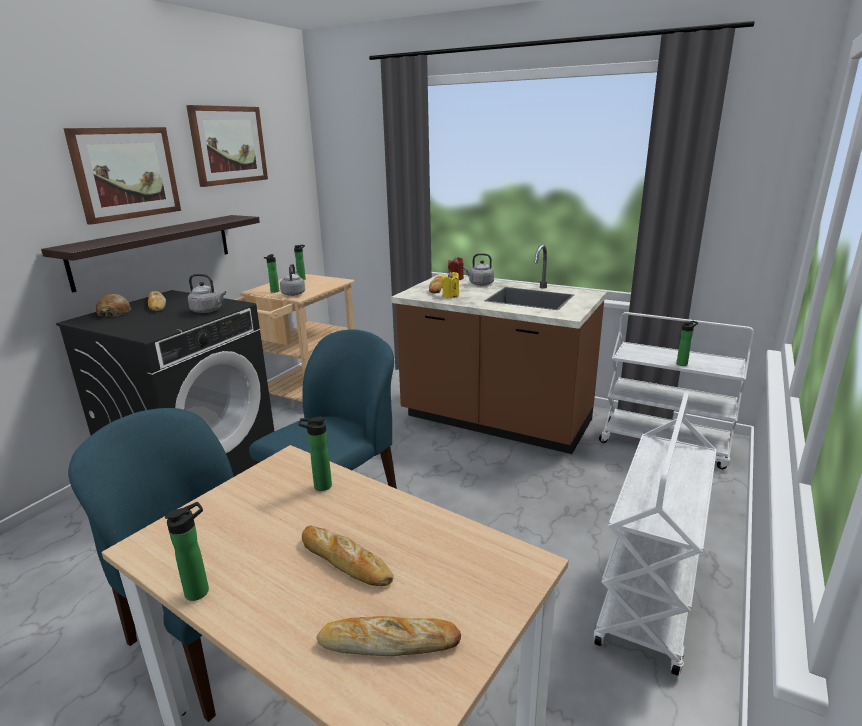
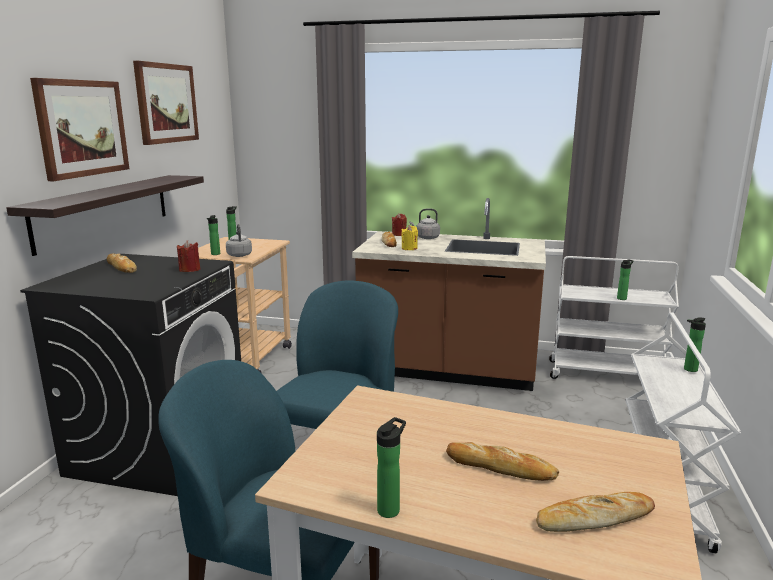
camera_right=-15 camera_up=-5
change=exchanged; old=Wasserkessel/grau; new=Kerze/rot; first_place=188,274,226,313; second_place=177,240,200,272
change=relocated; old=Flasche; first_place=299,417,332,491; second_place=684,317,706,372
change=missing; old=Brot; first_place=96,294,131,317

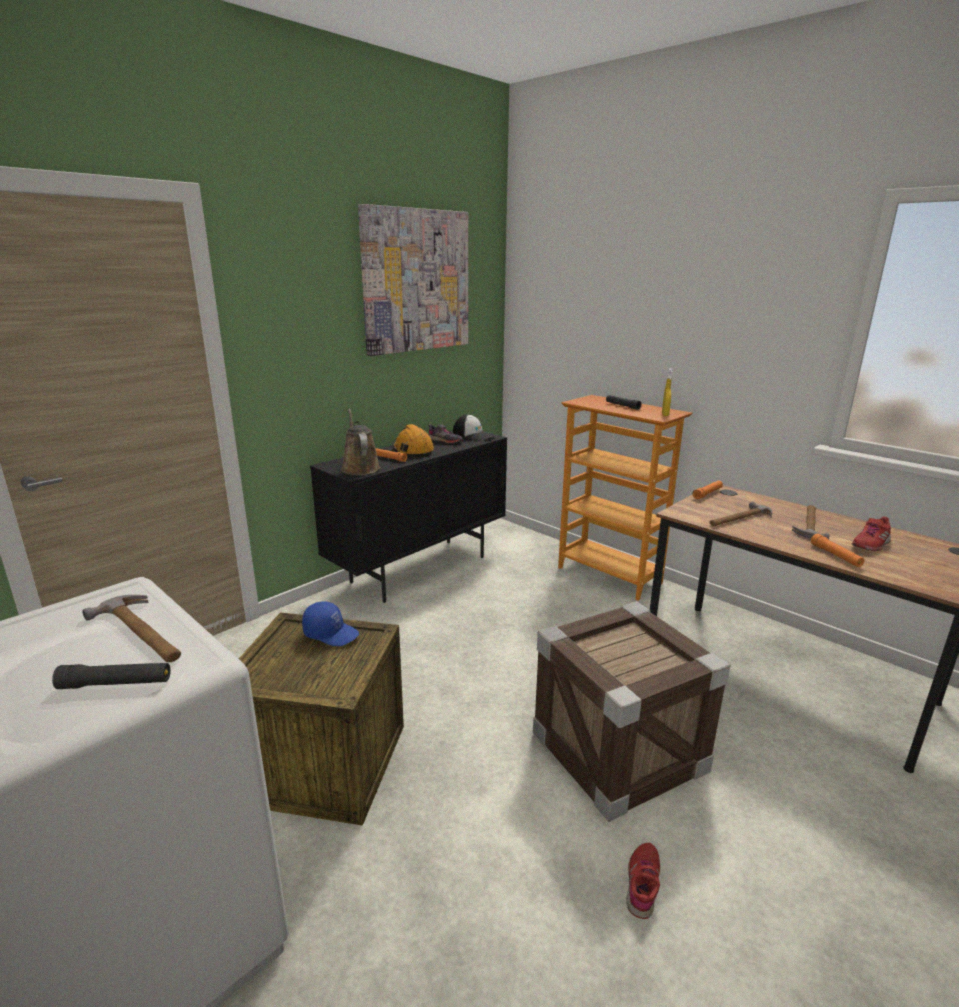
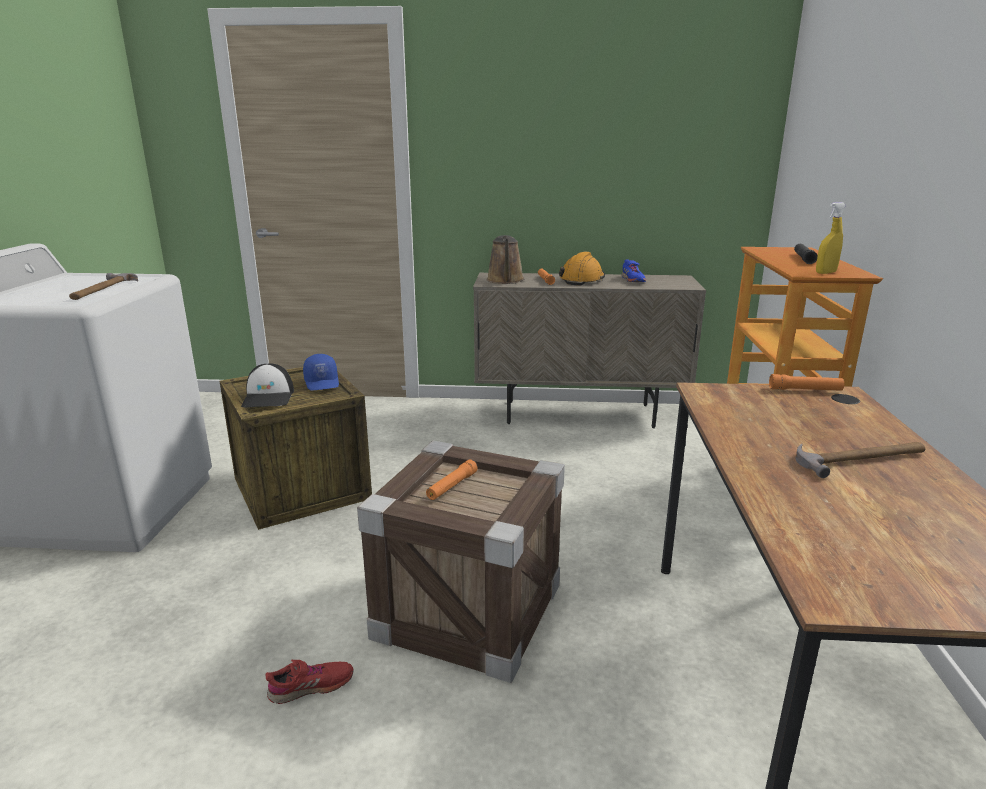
camera_right=50 camera_up=0
change=relocated; old=Kappe; first_place=453,414,496,442; second_place=241,363,294,407
change=relocated; old=Taschenlampe/orange; first_place=811,534,865,567; second_place=426,460,478,500
change=colour; old=Schrank/schwarz; new=Schrank/beige; first_place=310,430,507,603; second_place=473,273,706,428
change=spun; old=Gießkanne/braun; first_place=341,409,380,475; second_place=487,235,524,284; degrees=150
change=colour; old=Schuh/grau; new=Schuh/blau; first_place=428,424,463,443; second_place=621,259,646,282
change=missing; old=Taschenlampe/schwarz; first_place=52,663,171,689
change=missing; old=Bild; first_place=358,204,468,356
change=missing; old=Hammer; first_place=709,502,772,526
change=missing; old=Schuh/rot; first_place=852,517,891,551

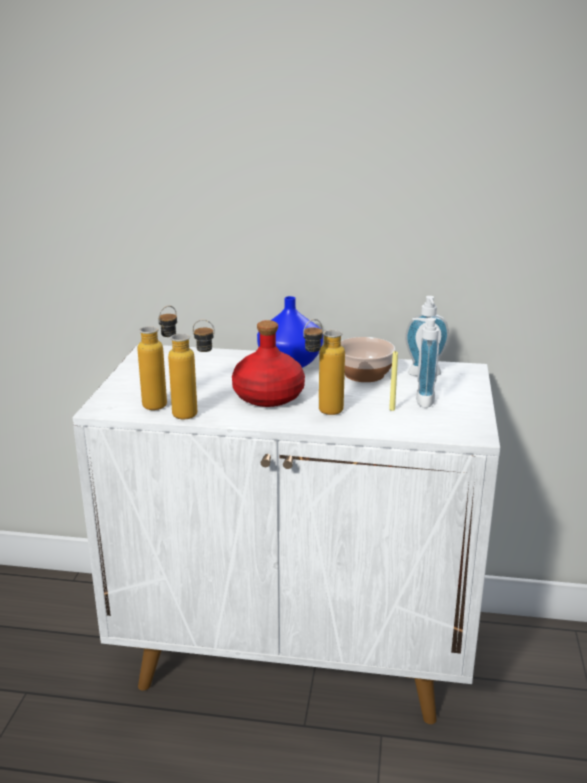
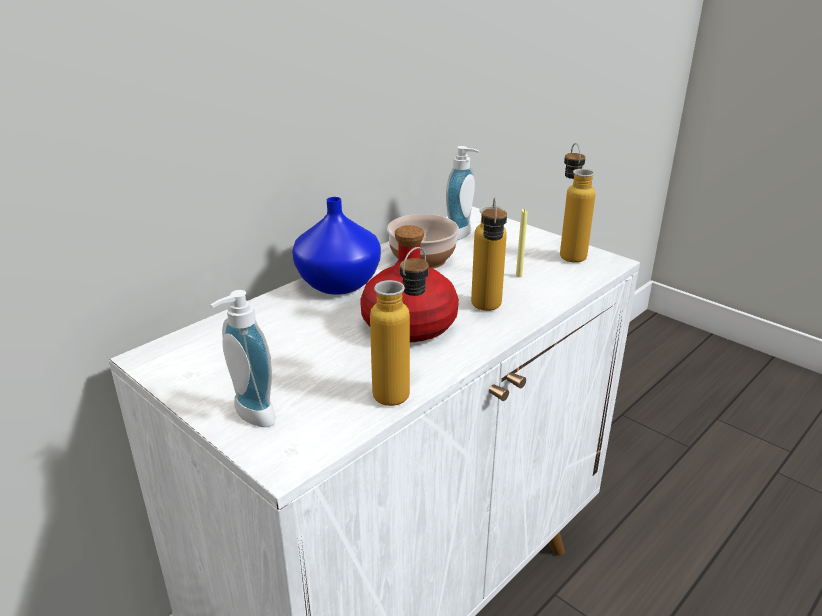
camera_right=-55 camera_up=5
change=relocated; old=Seifenspender; first_place=412,318,439,408; second_place=210,290,276,427
change=relocated; old=Flasche; first_place=137,306,177,410; second_place=560,143,596,263

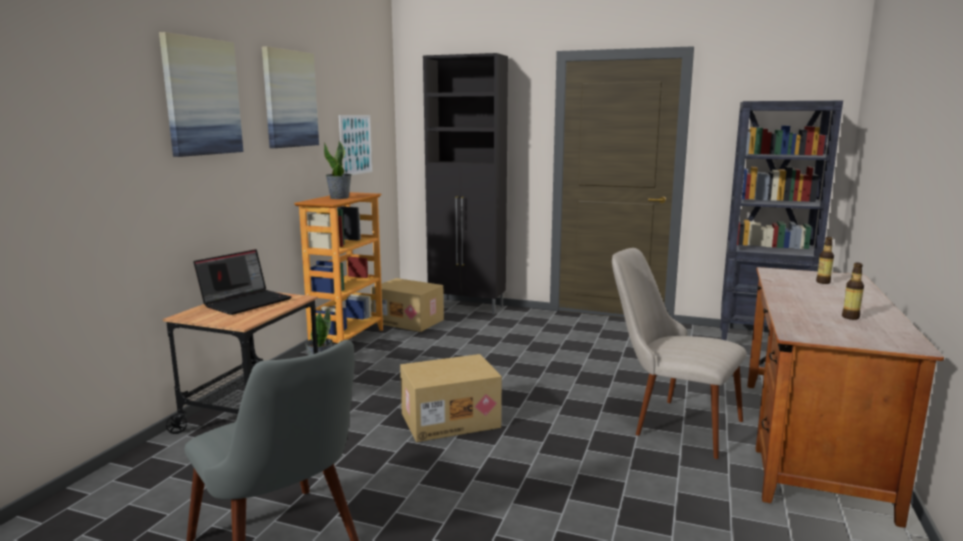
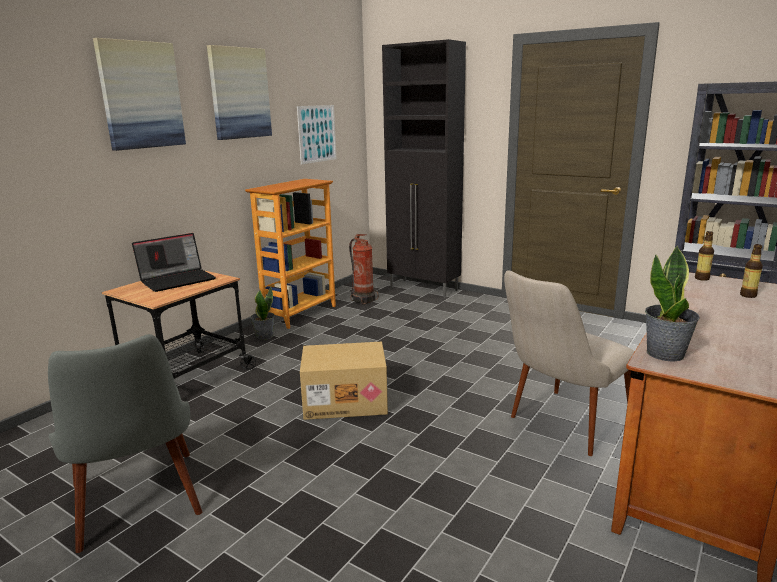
camera_right=15 camera_up=5
change=exchanged; old=Karton; new=Feuerlöscher; first_place=371,278,444,332; second_place=349,234,379,304
change=spun; old=Stuhl/beige; first_place=612,248,747,459; second_place=504,270,635,456; degrees=-90
change=relocated; old=Topfpflanze; first_place=324,140,352,199; second_place=645,245,700,362
change=relocated; old=Flasche; first_place=842,263,864,320; second_place=695,231,714,281

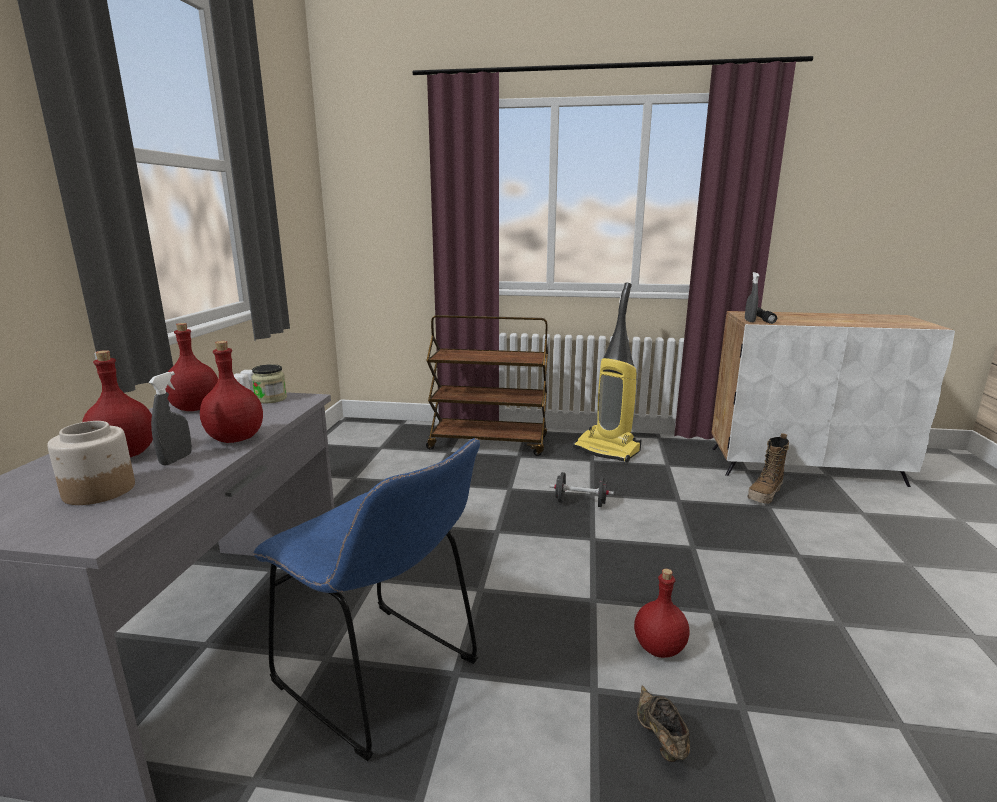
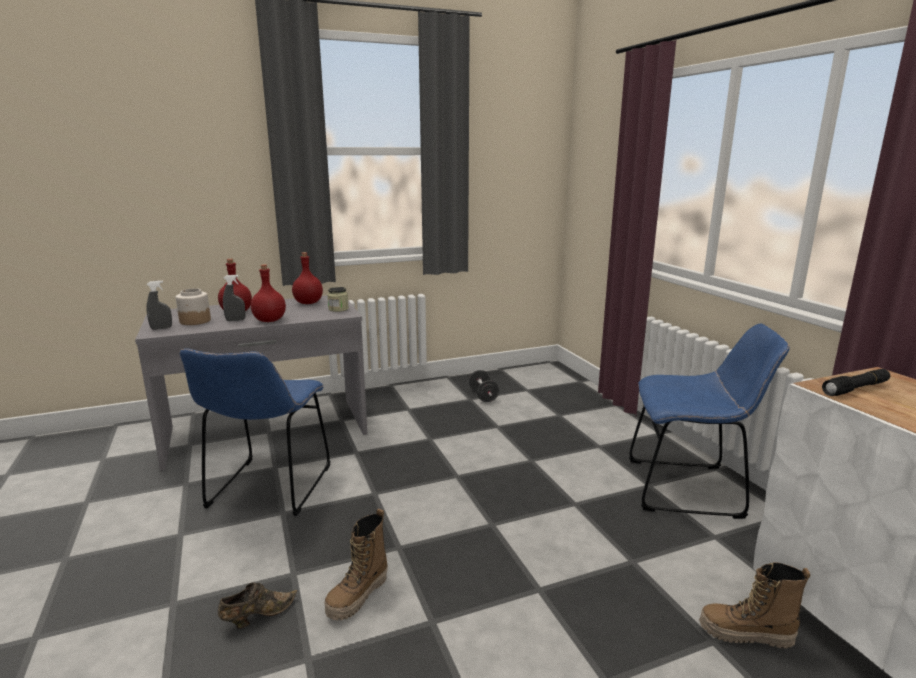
camera_right=60 camera_up=0
change=relocated; old=Sprühflasche/grau; first_place=745,272,759,322; second_place=146,280,172,330
change=exchanged; old=Flasche/rot; new=Stiefel; first_place=634,569,689,658; second_place=325,509,388,621
change=relocated; old=Hantel/schwarz; first_place=550,472,614,507; second_place=469,370,499,402
change=exchanged; old=Staubsauger; new=Stuhl/blau; first_place=573,283,642,463; second_place=629,323,790,519
change=missing; old=Rollwagen/braun; first_place=426,315,548,456

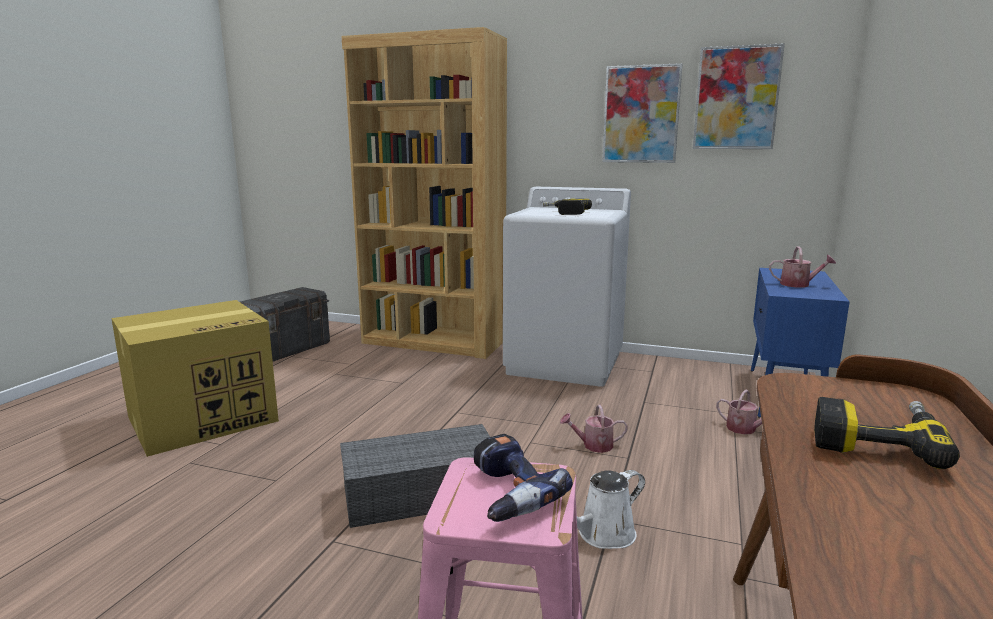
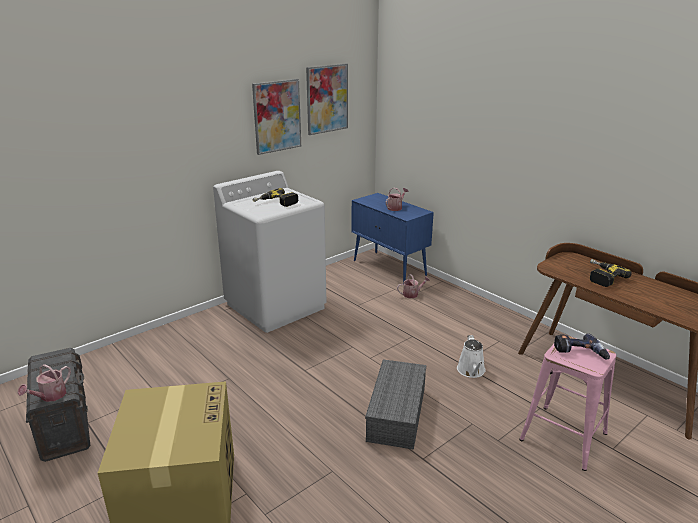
camera_right=-60 camera_up=10
change=relocated; old=Gießkanne; first_place=560,404,628,453; second_place=18,364,71,402
change=missing; old=Bücherregal/braun; first_place=342,27,507,359

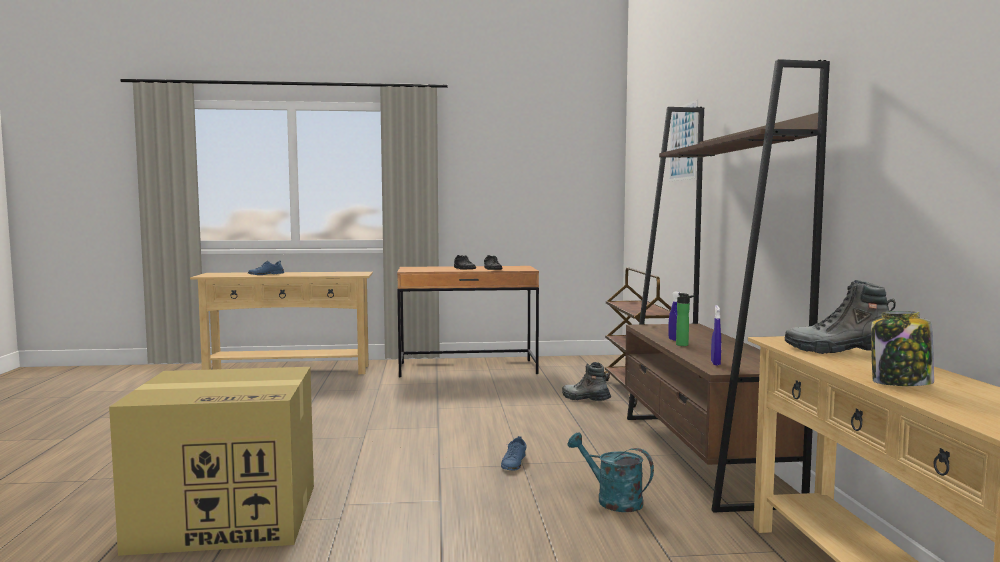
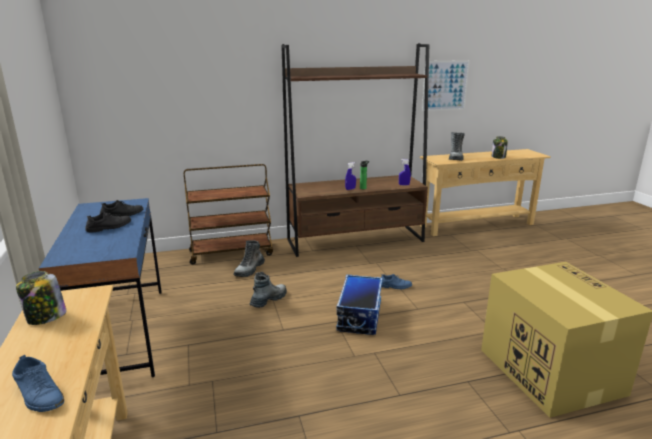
camera_right=-100 camera_up=15
change=appeared; new=Vorratsglas; second_place=16,271,67,325
change=colour; old=Schreibtisch/braun; new=Schreibtisch/blau; first_place=397,266,539,377; second_place=39,198,162,377
change=appeared; new=Stiefel; second_place=249,272,287,308
change=appeared; new=Aufbewahrungsbox; second_place=336,274,383,335
change=relocated; old=Bild; first_place=669,99,698,181; second_place=422,60,470,111
change=missing; old=Gießkanne/türkis; first_place=567,433,654,512

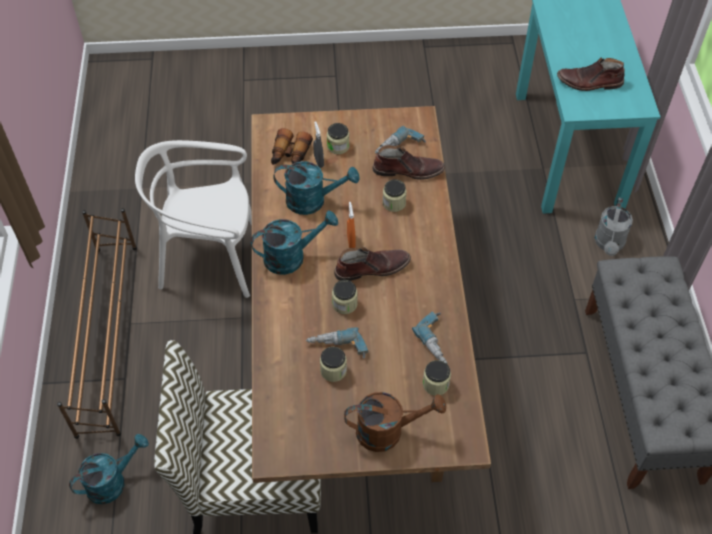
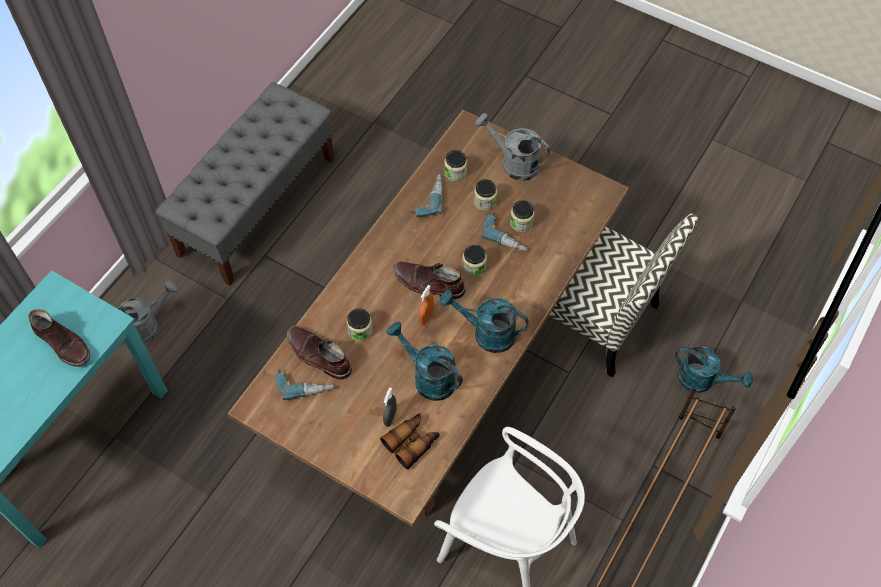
camera_right=-145 camera_up=5
change=relocated; old=Vorratsglas; first_place=327,123,349,154; second_place=474,179,497,211
change=colour; old=Gießkanne/braun; new=Gießkanne/grau; first_place=344,392,446,452; second_place=475,113,551,181
change=spun; old=Gießkanne/türkis; first_place=69,434,149,504; second_place=675,346,753,393; degrees=-150

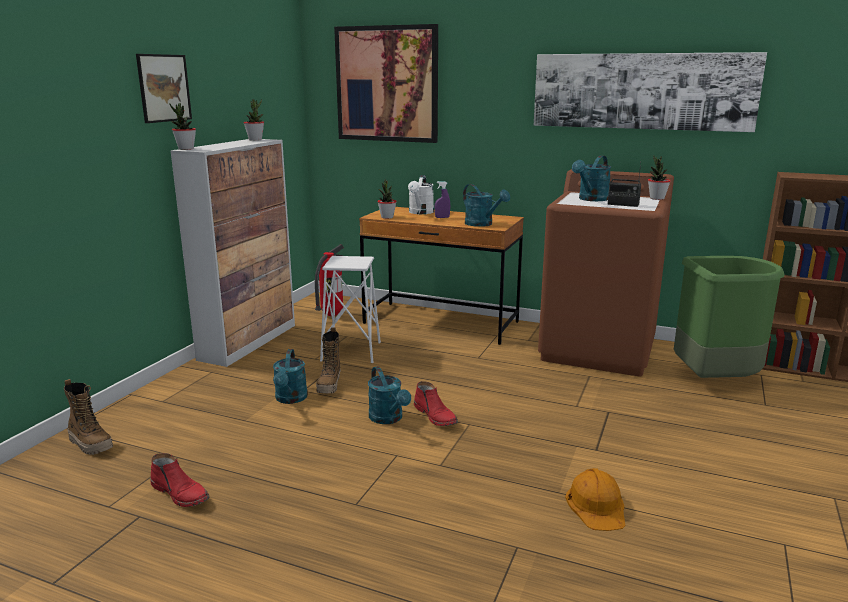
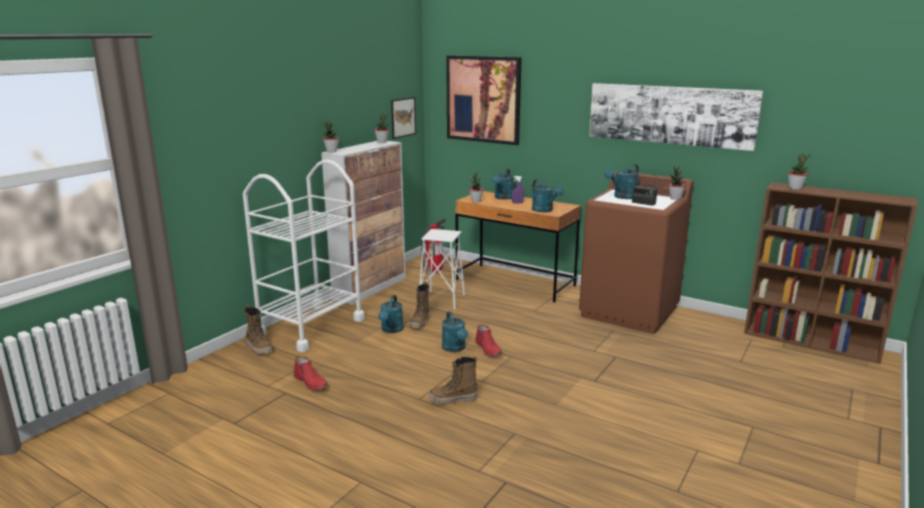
camera_right=10 camera_up=0
change=appeared; new=Rollwagen/weiß; second_place=243,160,365,352
change=relocated; old=Bild; first_place=136,54,192,123; second_place=391,97,416,139
change=appeared; new=Stiefel; second_place=429,356,478,405
change=colour; old=Gießkanne/weiß; new=Gießkanne/türkis; first_place=408,175,434,214; second_place=492,169,514,200
change=appeared; new=Topfpflanze; second_place=788,154,811,190
change=missing; old=Schutzhelm/orange; first_place=565,468,625,531
change=missing; old=Mülleimer/grün; first_place=674,256,785,378

